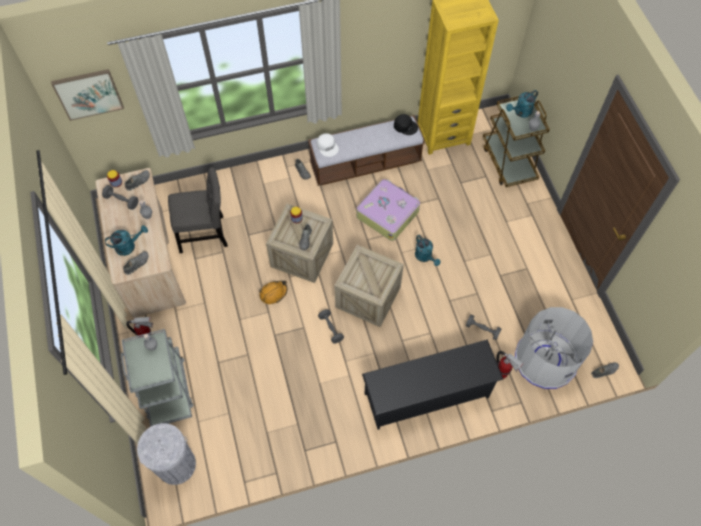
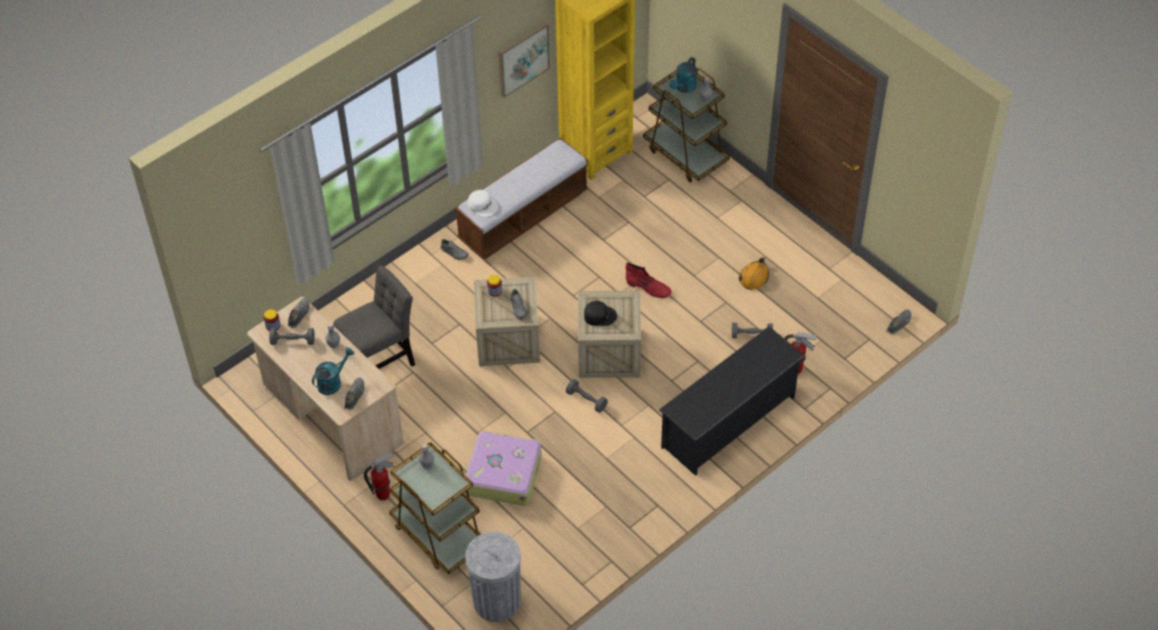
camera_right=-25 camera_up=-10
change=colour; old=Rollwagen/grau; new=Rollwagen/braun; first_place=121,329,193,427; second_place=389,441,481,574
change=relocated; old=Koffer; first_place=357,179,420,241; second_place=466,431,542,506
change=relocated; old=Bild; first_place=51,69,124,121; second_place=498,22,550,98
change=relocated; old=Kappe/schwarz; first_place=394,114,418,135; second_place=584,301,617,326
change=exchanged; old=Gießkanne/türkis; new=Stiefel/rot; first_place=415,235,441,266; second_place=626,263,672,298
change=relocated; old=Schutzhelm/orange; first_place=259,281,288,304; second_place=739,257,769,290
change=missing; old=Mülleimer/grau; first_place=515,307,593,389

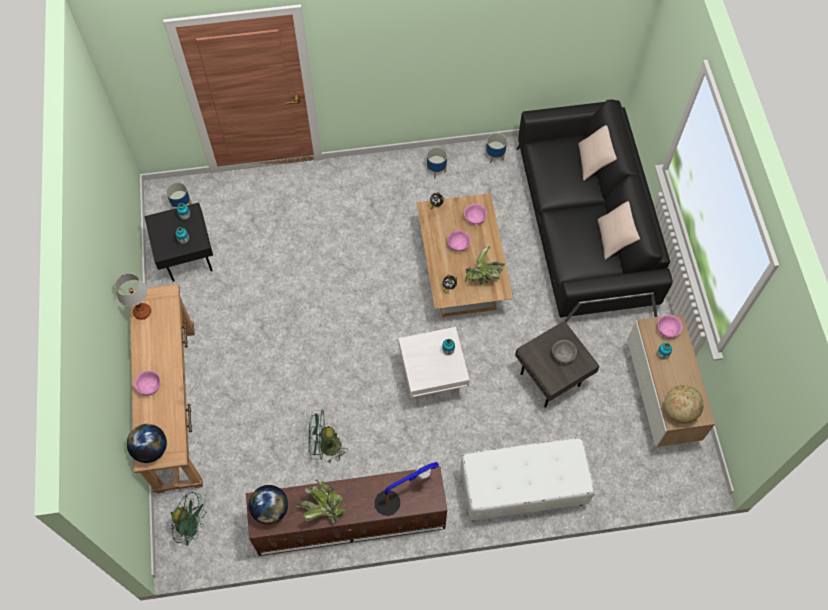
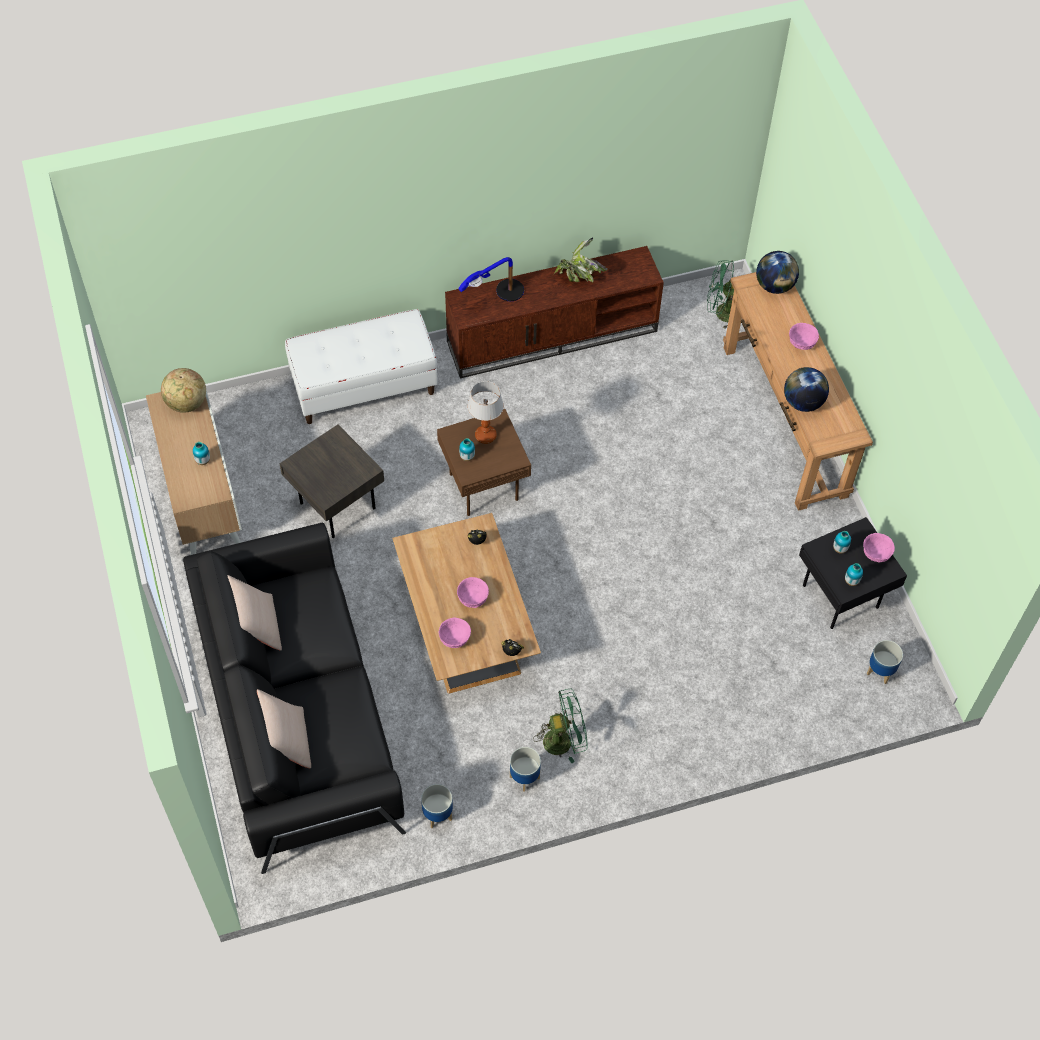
camera_right=170 camera_up=-5
change=colour; old=Beistelltisch/weiß; new=Beistelltisch/braun; first_place=398,327,470,405; second_place=437,409,531,516
change=relocated; old=Tischlampe; first_place=115,273,151,320; second_place=467,381,504,444
change=relocated; old=Ventilator/grün; first_place=309,410,348,464; second_place=533,689,587,763
change=relocated; old=Globus; first_place=249,485,288,525; second_place=784,367,829,412
change=relocated; old=Schüssel/rosa; first_place=657,315,683,338; second_place=863,533,895,562
change=missing; old=Topfpflanze; first_place=465,246,505,284
change=missing; old=Schüssel/grau; first_place=552,340,577,364

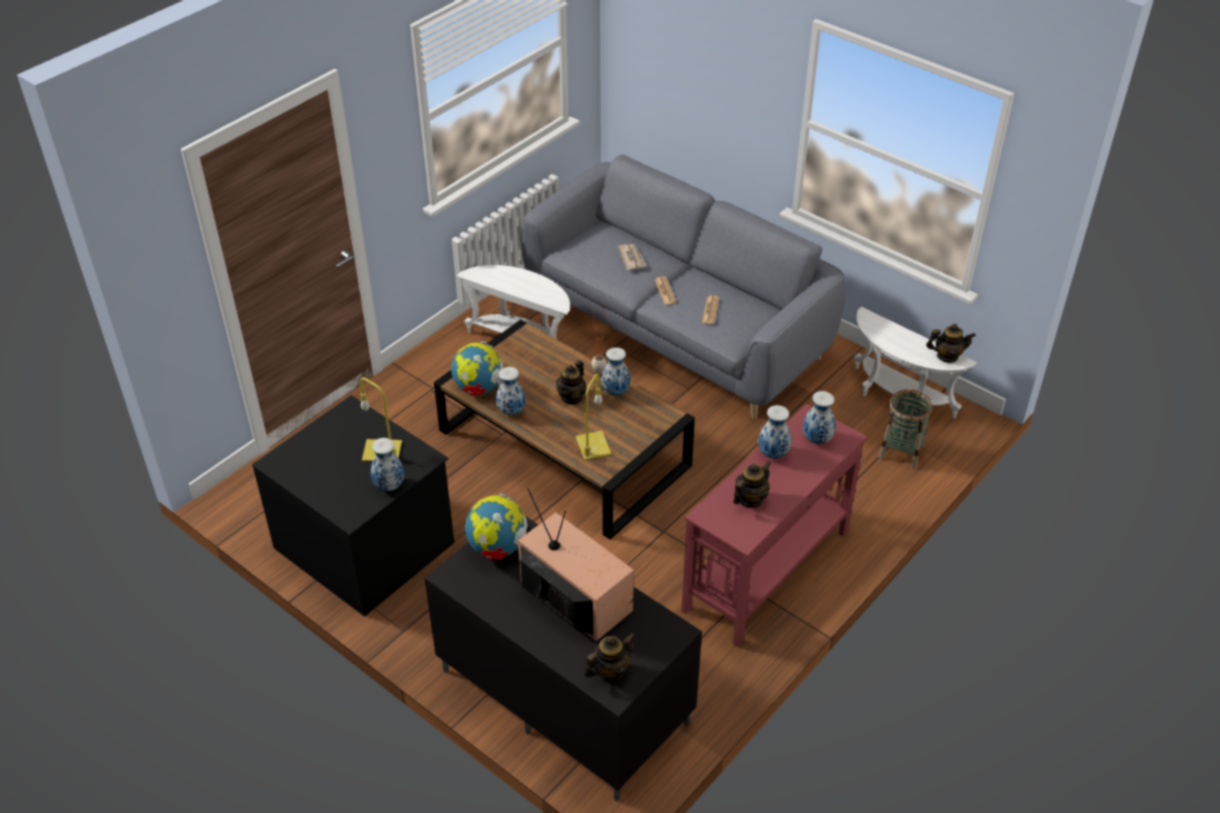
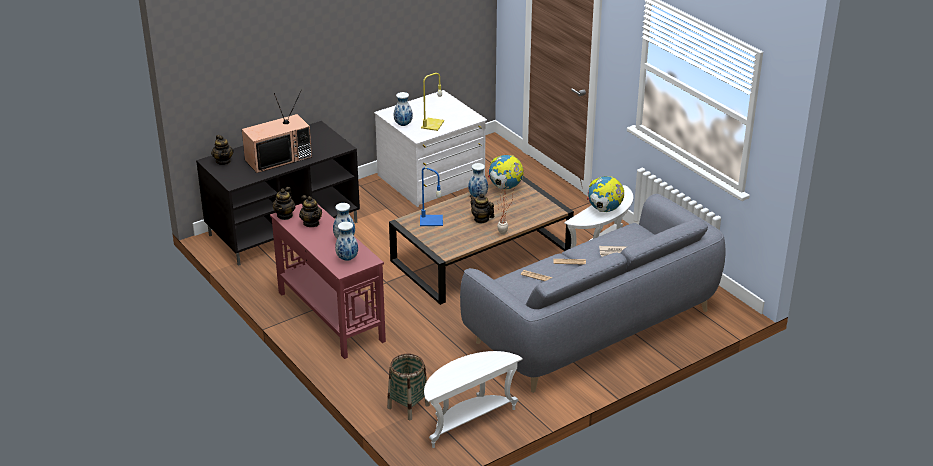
camera_right=105 camera_up=-10
change=relocated; old=Teekanne; first_place=926,324,976,363; second_place=272,187,295,220
change=colour; old=Kommode/schwarz; new=Kommode/weiß; first_place=252,395,454,616; second_place=374,90,487,207
change=colour; old=Tischlampe/gelb; new=Tischlampe/blau; first_place=576,374,611,460; second_place=420,167,443,226
change=relocated; old=Globus; first_place=465,494,530,560; second_place=587,176,624,212
change=missing; old=Vase; first_place=601,347,630,396

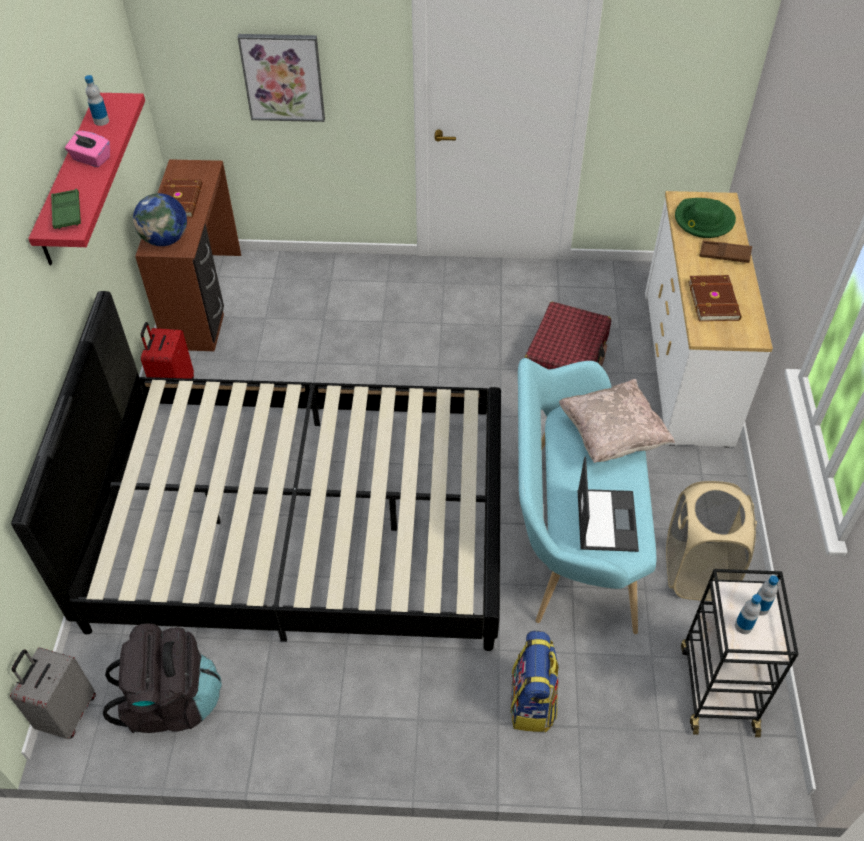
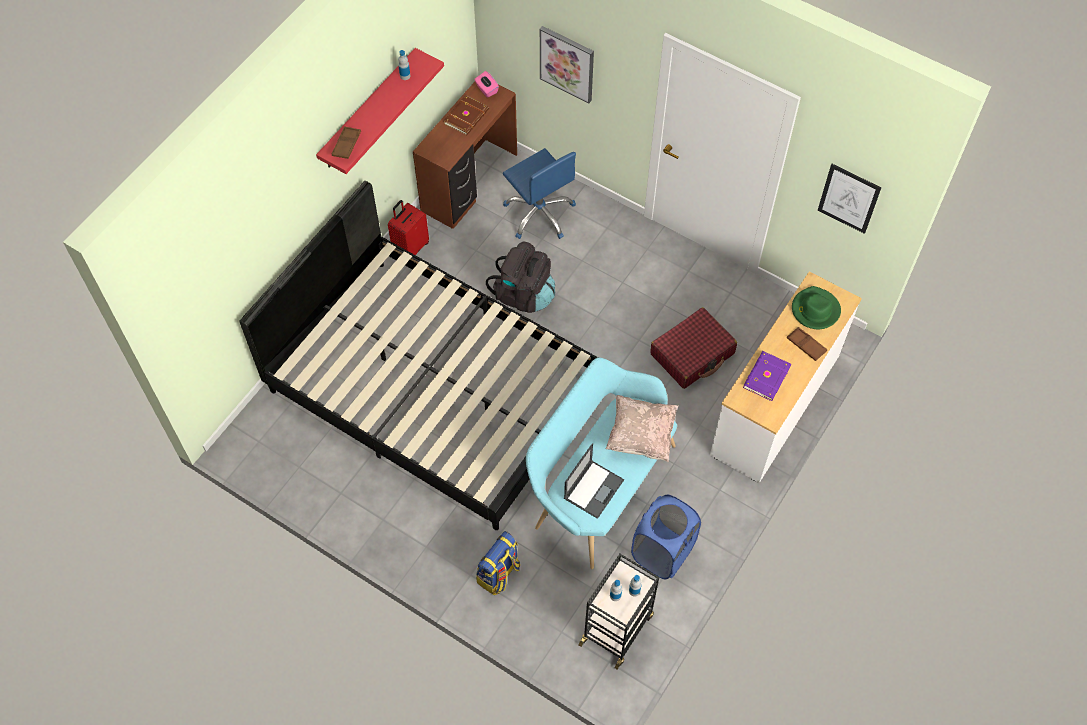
camera_right=30 camera_up=10
change=colour; old=Tablett/grün; new=Tablett/braun; first_place=51,189,81,229; second_place=332,126,361,159
change=relocated; old=Taschentuchbox/rosa; first_place=65,131,110,167; second_place=474,71,499,98
change=relocated; old=Rucksack/schwarz; first_place=103,624,222,733; second_place=486,242,555,313
change=appeared; new=Bürostuhl/blau; second_place=503,148,576,239
change=colour; old=Wäschekorb/beige; new=Wäschekorb/blau; first_place=666,481,757,601; second_place=631,495,701,579
change=colour; old=Buch/braun; new=Buch/lila; first_place=688,275,742,321; second_place=743,351,791,401
change=appeared; new=Bild; second_place=818,164,881,234
change=missing; old=Koffer/grau; first_place=10,647,96,739
change=missing; old=Globus; first_place=133,193,187,246

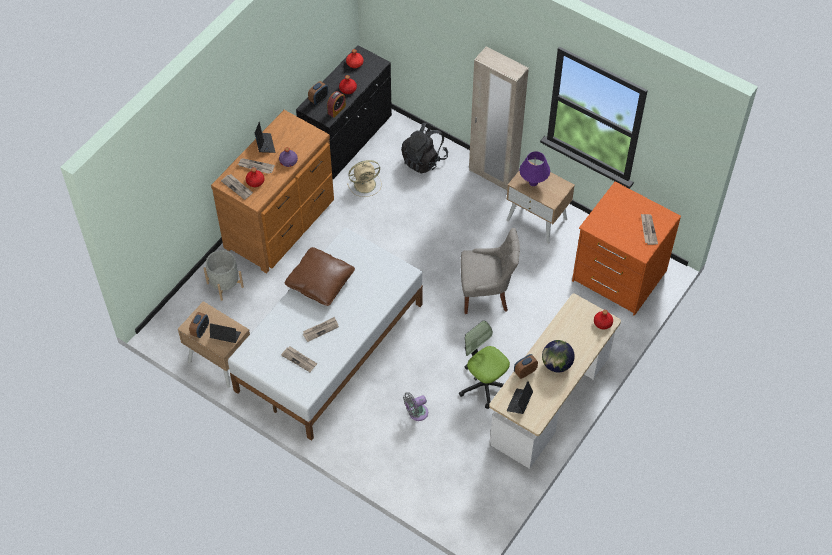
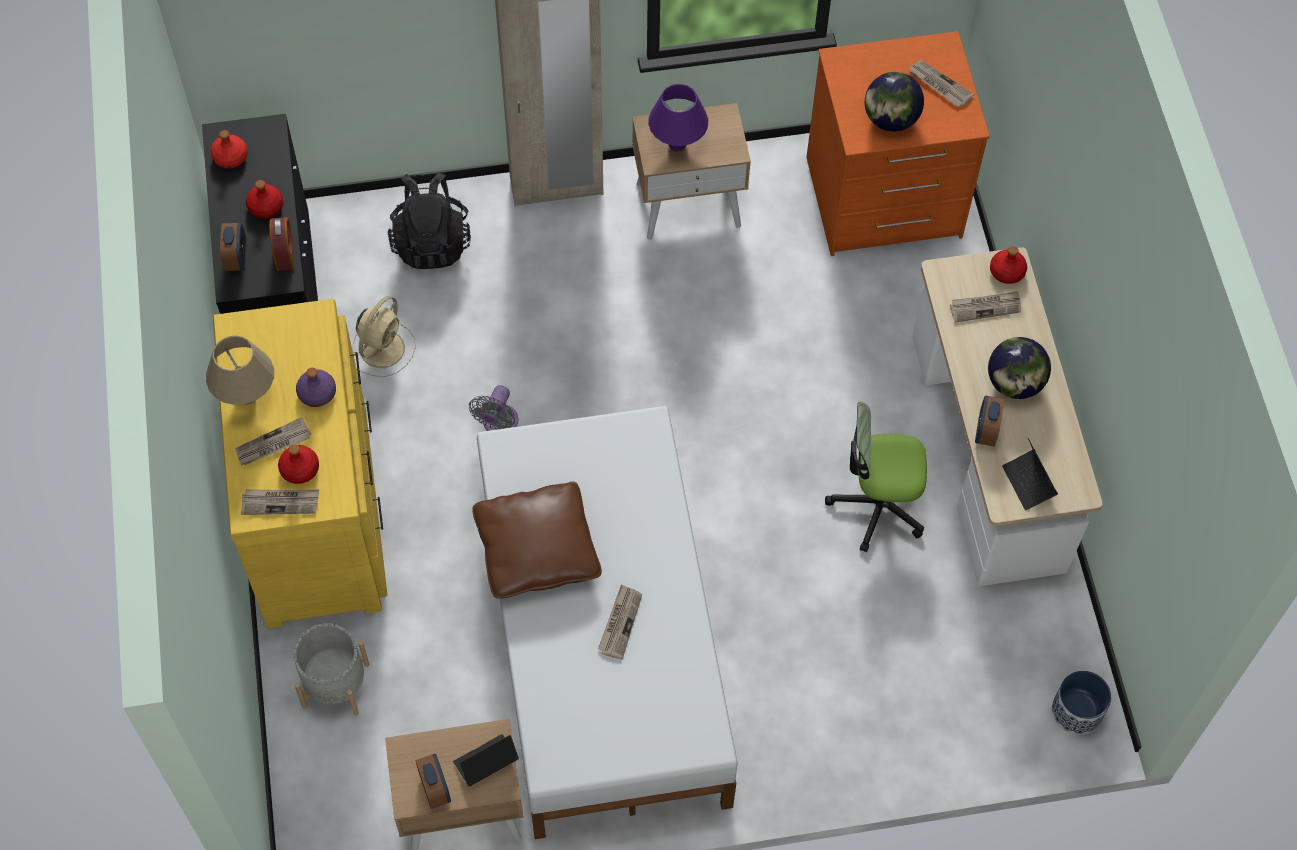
camera_right=-45 camera_up=5
change=exchanged; old=Laptop; new=Tischlampe/beige; first_place=255,122,275,153; second_place=206,336,274,405
change=colour; old=Kommode/braun; new=Kommode/gelb; first_place=211,110,334,273; second_place=213,299,388,628
change=relocated; old=Ventilator/grau; first_place=403,392,428,421; second_place=469,385,518,431
change=appeared; new=Globus; second_place=865,72,924,132
change=relocated; old=Zeitung; first_place=281,347,318,372; second_place=950,291,1021,322
change=appeared; new=Pflanzkübel; second_place=1052,671,1111,735
change=missing; old=Stuhl/grau; first_place=461,228,520,314

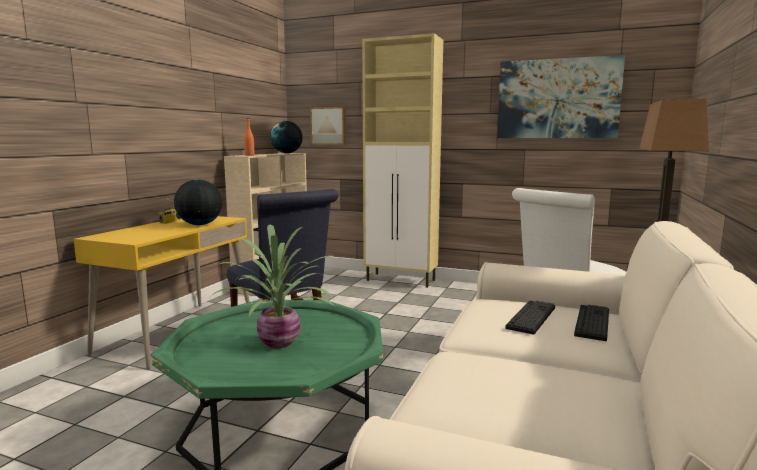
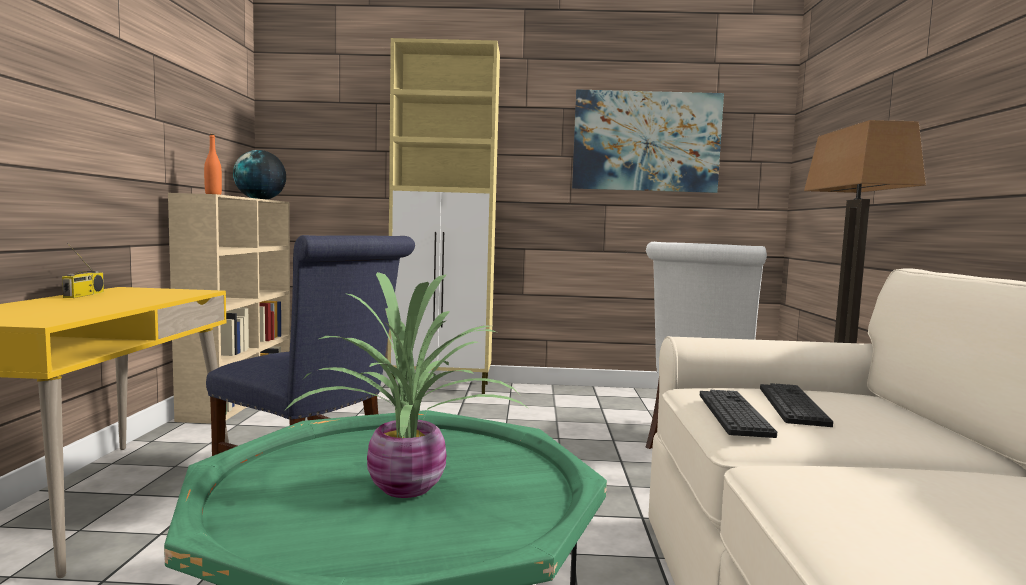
camera_right=-20 camera_up=-5
change=relocated; old=Tastatur; first_place=574,305,609,341; second_place=700,390,777,438
change=missing; old=Globus; first_place=174,179,222,225
change=missing; old=Bild; first_place=310,107,346,145

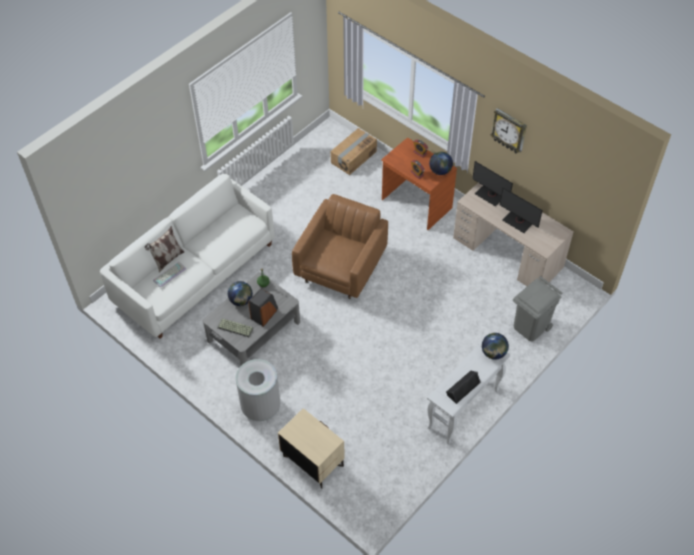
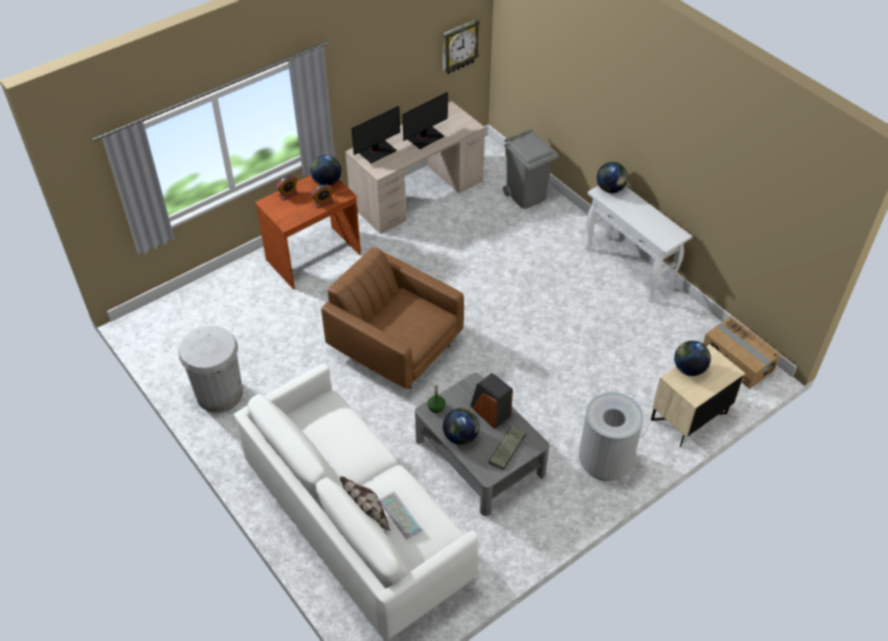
camera_right=-80 camera_up=-5
change=appeared; new=Mülleimer/weiß; second_place=179,325,243,413
change=relocated; old=Wanduhr; first_place=491,108,527,154; second_place=443,19,480,74
change=appeared; new=Globus; second_place=674,341,711,376
change=relocated; old=Karton; first_place=330,128,377,175; second_place=703,316,781,389
change=missing; old=Lautsprecher/schwarz; first_place=446,370,481,404

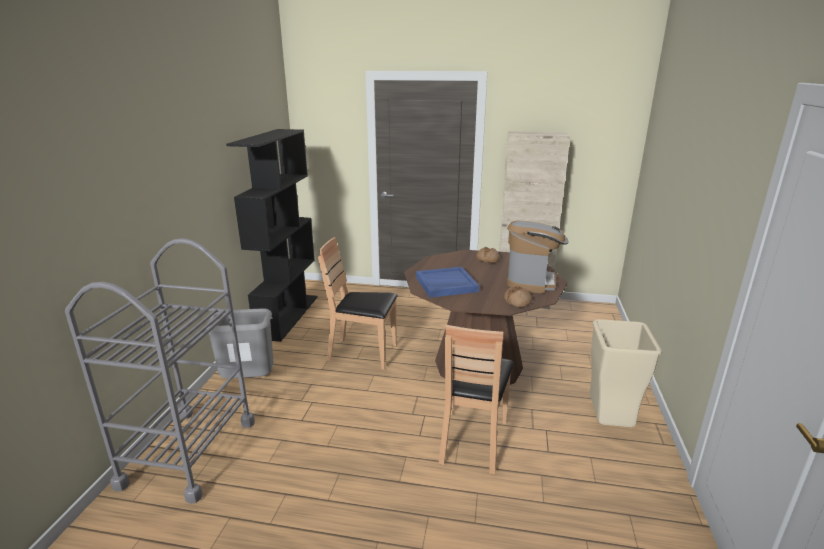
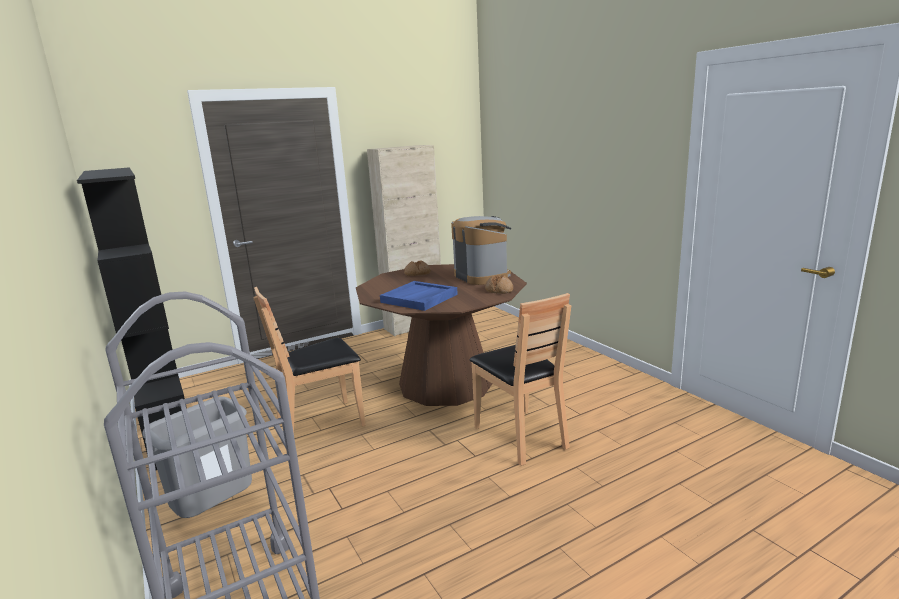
camera_right=-40 camera_up=-5
change=missing; old=Mülleimer/beige; first_place=589,319,662,427

